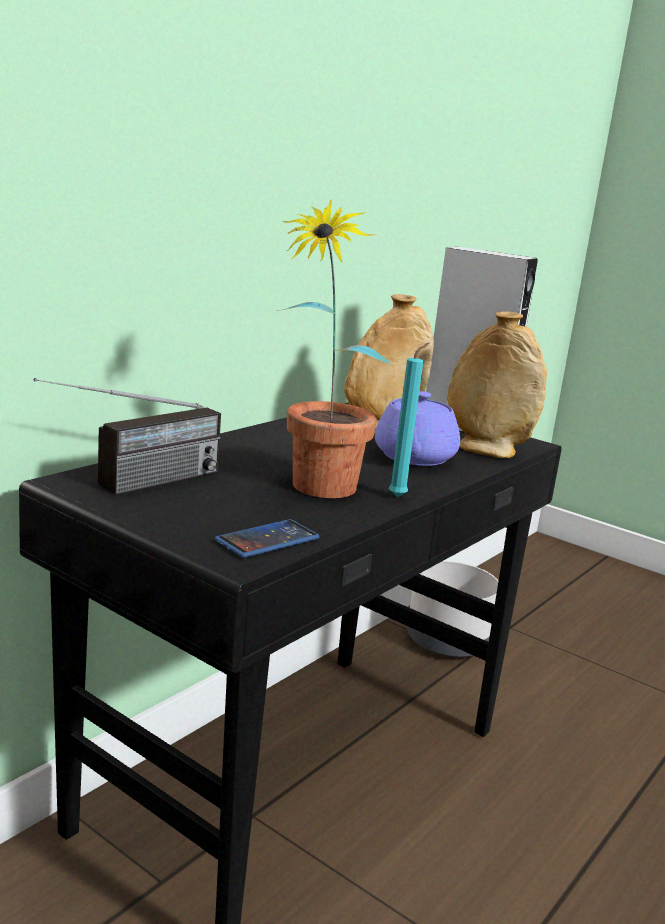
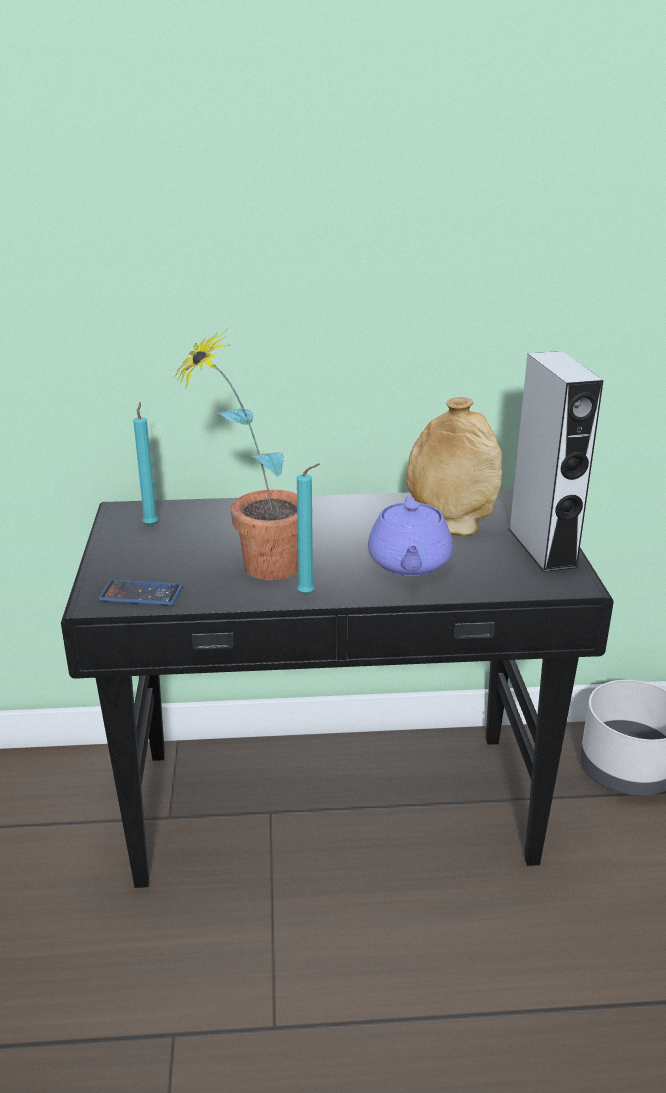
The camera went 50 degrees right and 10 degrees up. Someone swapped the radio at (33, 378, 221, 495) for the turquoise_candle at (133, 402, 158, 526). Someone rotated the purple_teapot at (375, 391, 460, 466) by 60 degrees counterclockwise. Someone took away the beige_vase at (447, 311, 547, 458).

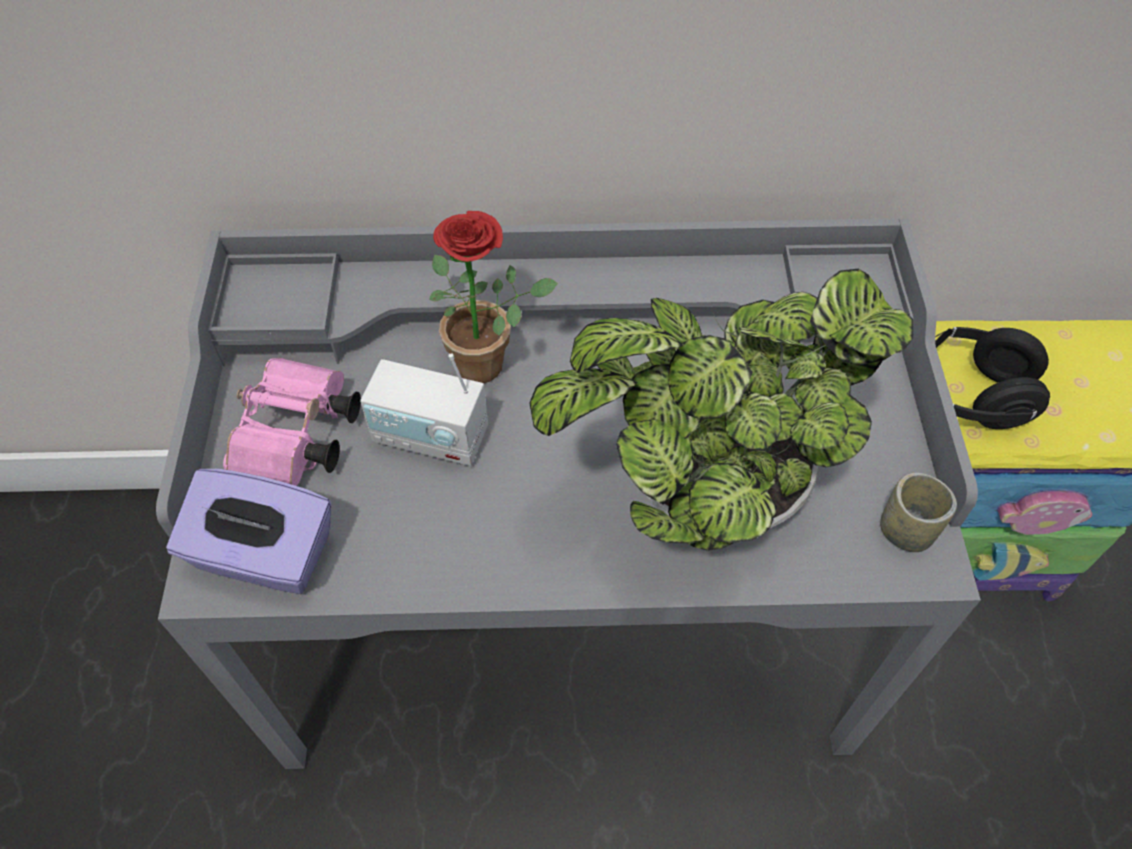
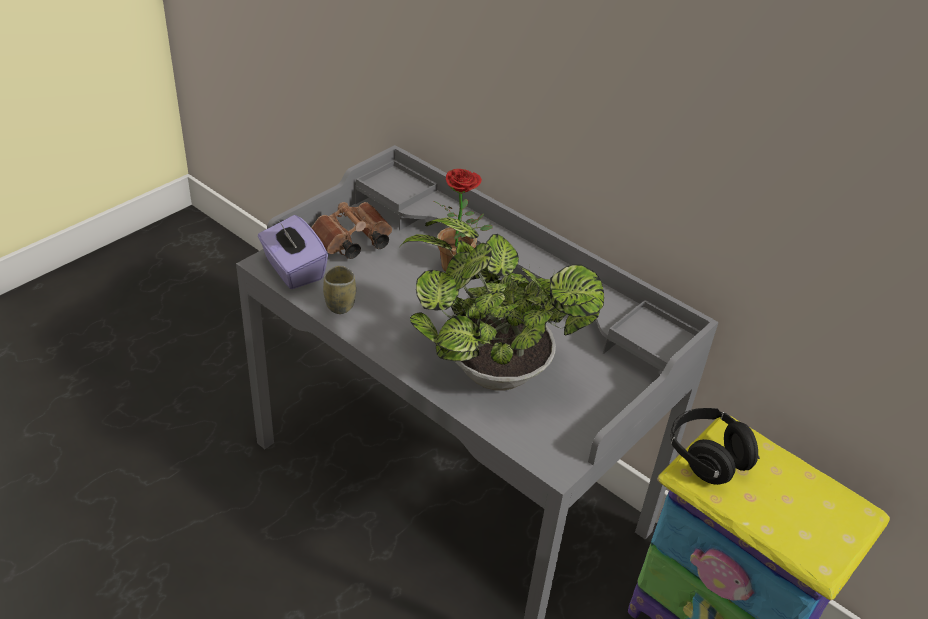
The camera went 40 degrees right and 15 degrees down. Someone repainted the pink_binoculars at (223, 358, 361, 486), which became the brown_binoculars at (311, 202, 392, 259). Someone took away the radio at (360, 353, 488, 466). Someone carried the cup from (880, 473, 957, 552) to (323, 266, 356, 314).

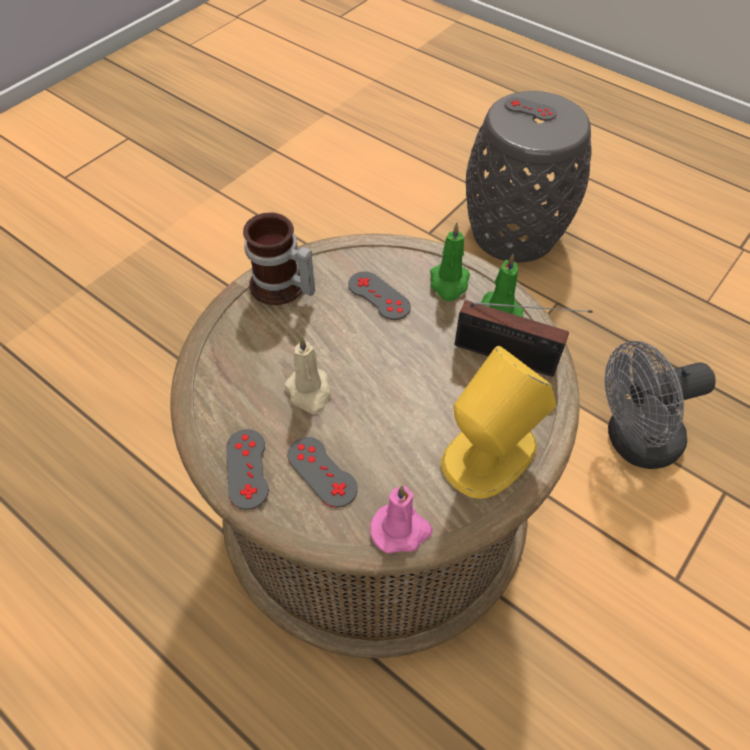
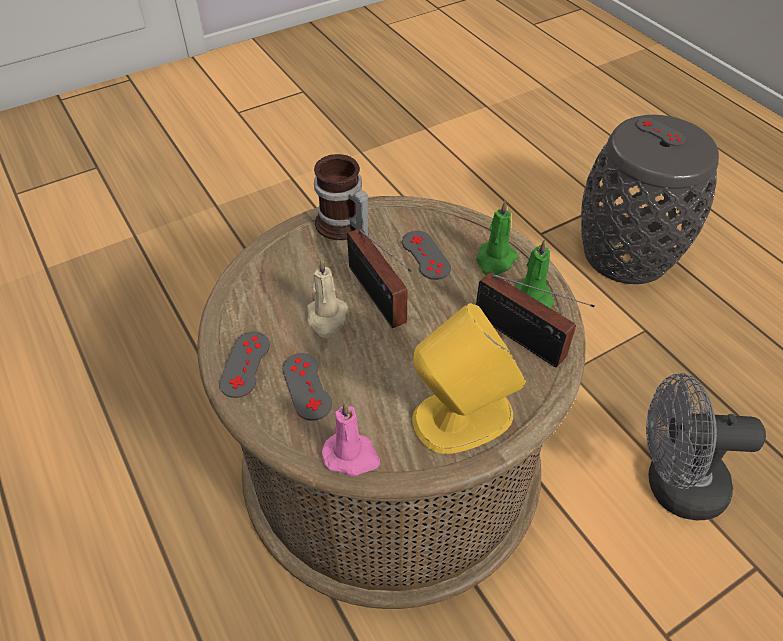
The camera went 20 degrees right and 5 degrees down. Someone put down the radio at (347, 228, 411, 328).

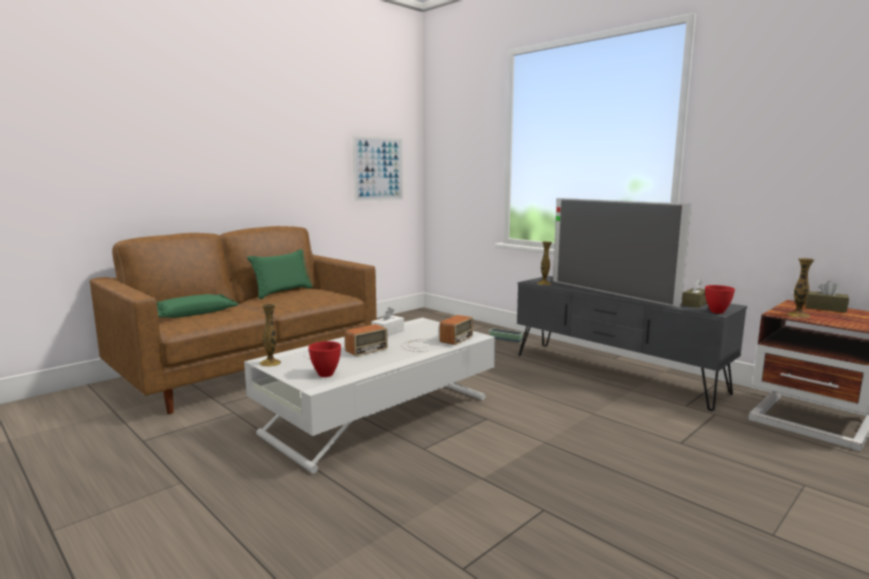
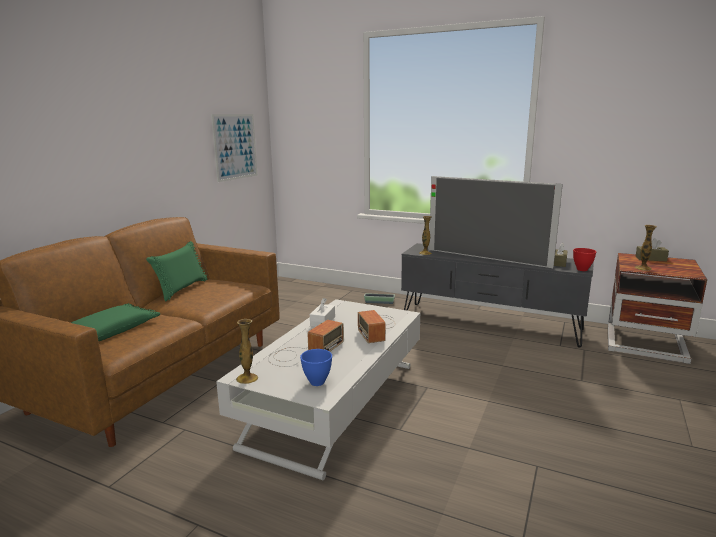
The camera went 20 degrees left and 5 degrees up. Someone repainted the red_bowl at (308, 341, 341, 377), which became the blue_bowl at (300, 349, 332, 386). Someone rotated the radio at (401, 315, 473, 352) by 150 degrees clockwise.

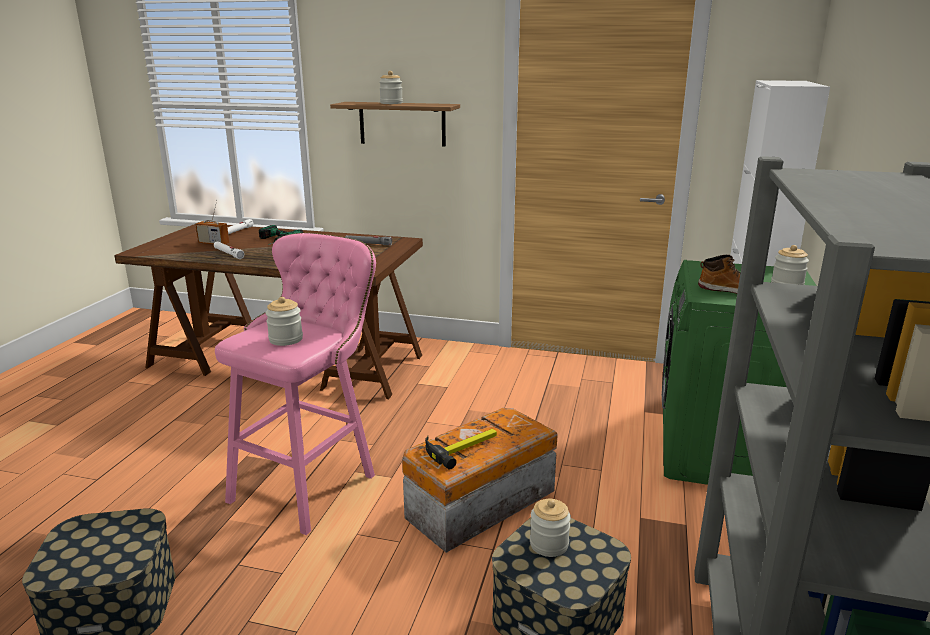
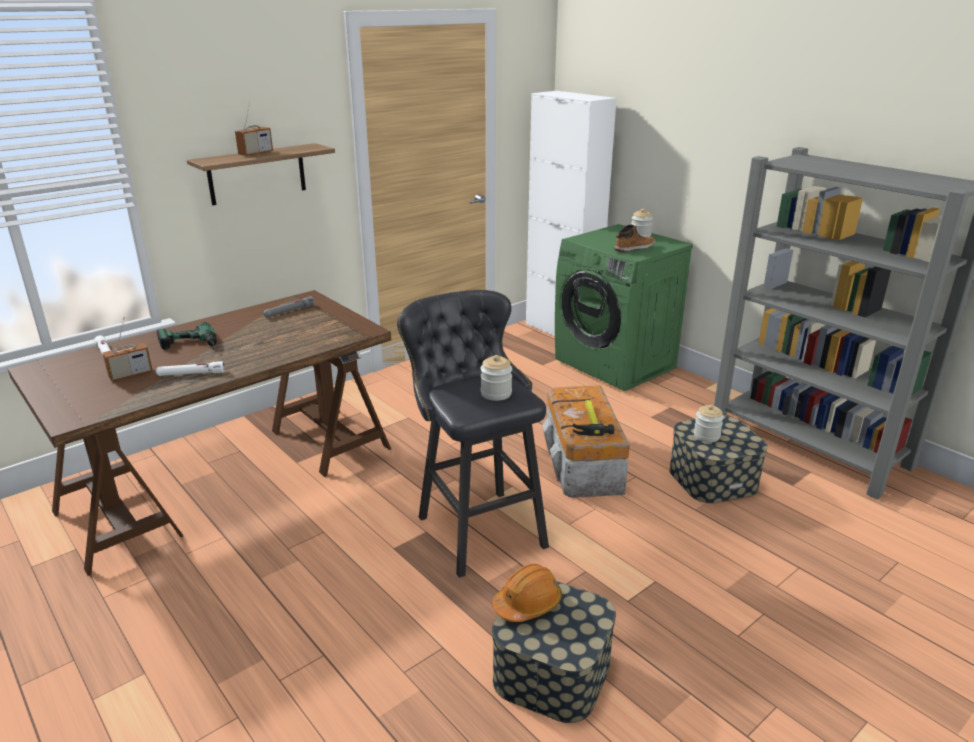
The camera went 55 degrees left and 5 degrees up. Someone repainted the pink_stool at (215, 233, 376, 535), which became the black_stool at (397, 289, 549, 578). Someone swapped the jar at (379, 71, 403, 104) for the radio at (235, 101, 273, 156). Someone put down the orange_hard_hat at (492, 564, 562, 622).

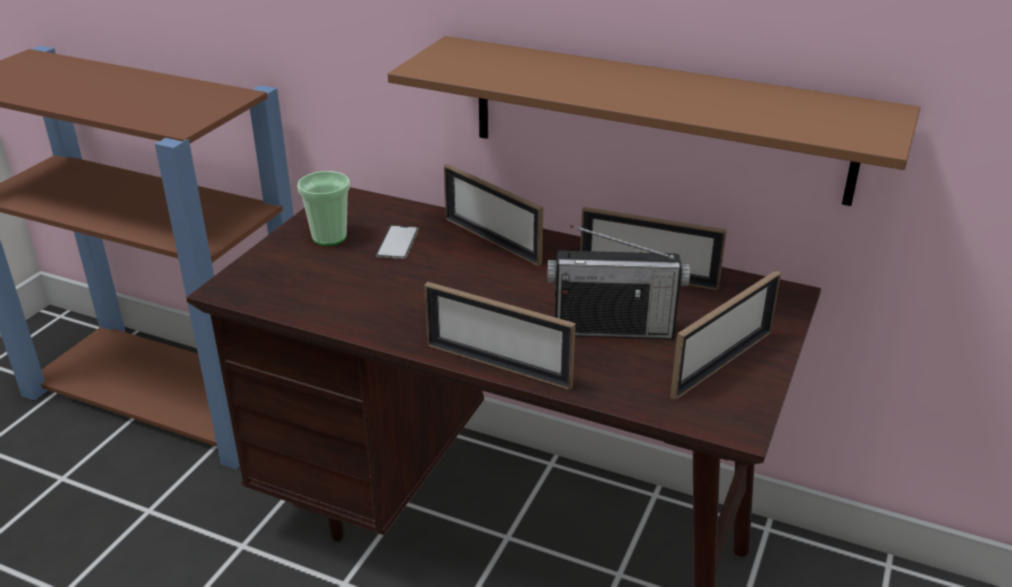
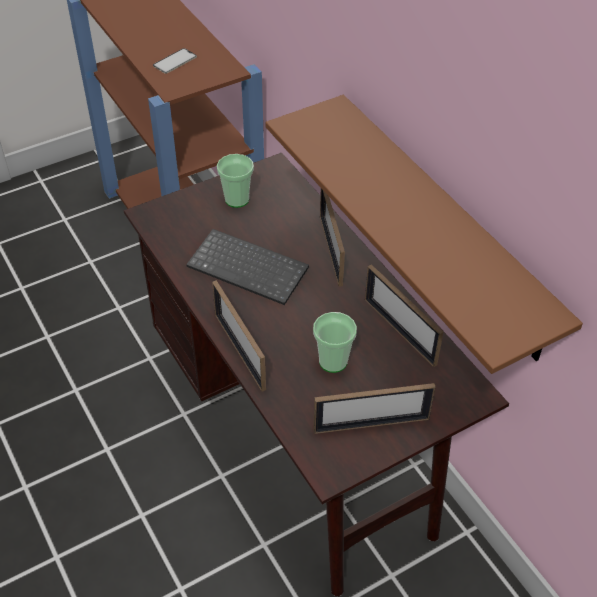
The camera went 35 degrees right and 15 degrees up. Someone carried the phone from (376, 225, 419, 259) to (153, 48, 197, 74). Someone swapped the radio at (547, 225, 690, 339) for the cup at (313, 312, 357, 373). Someone put down the keyboard at (186, 229, 309, 305).

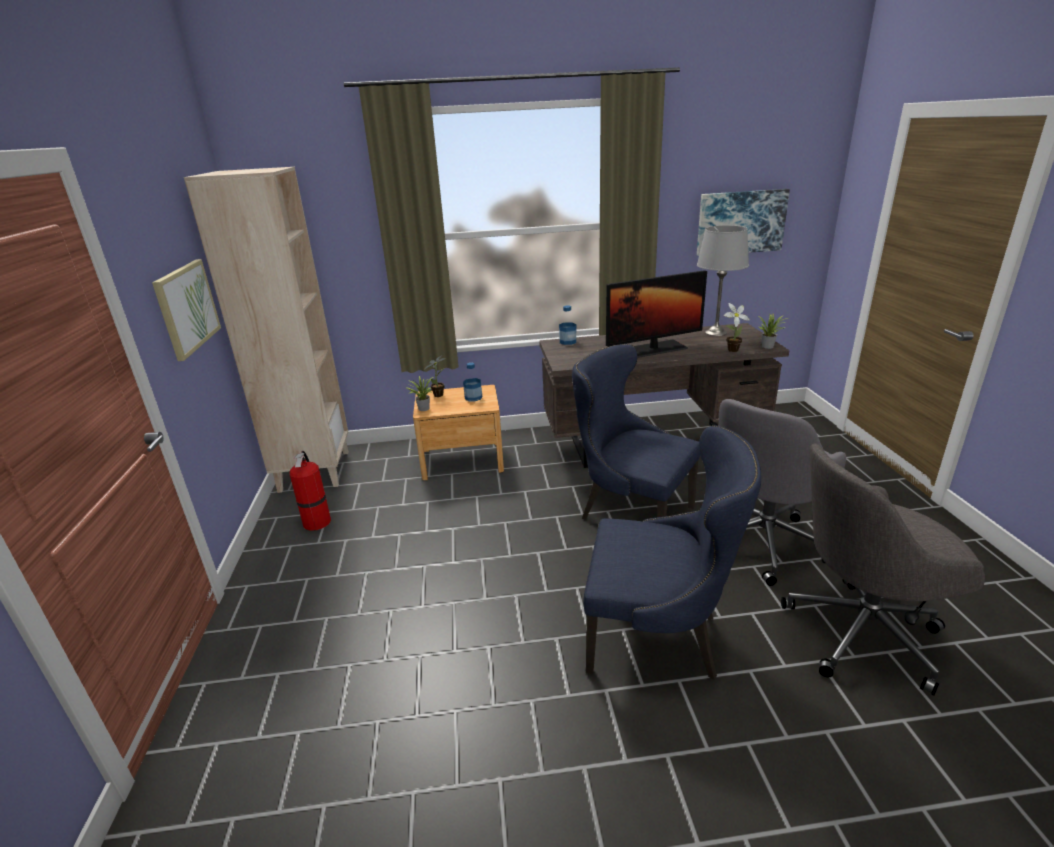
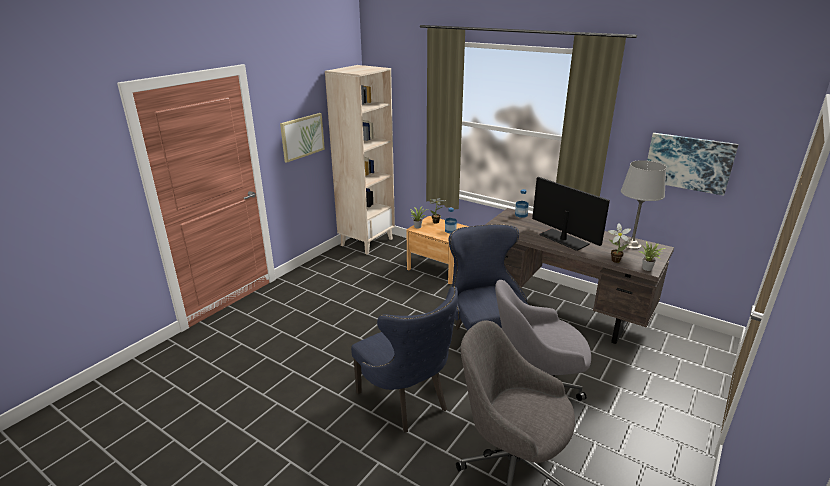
The camera went 40 degrees right and 0 degrees up. Someone took away the fire_extinguisher at (289, 451, 331, 531). Someone rotated the monitor at (606, 270, 707, 358) by 150 degrees counterclockwise.

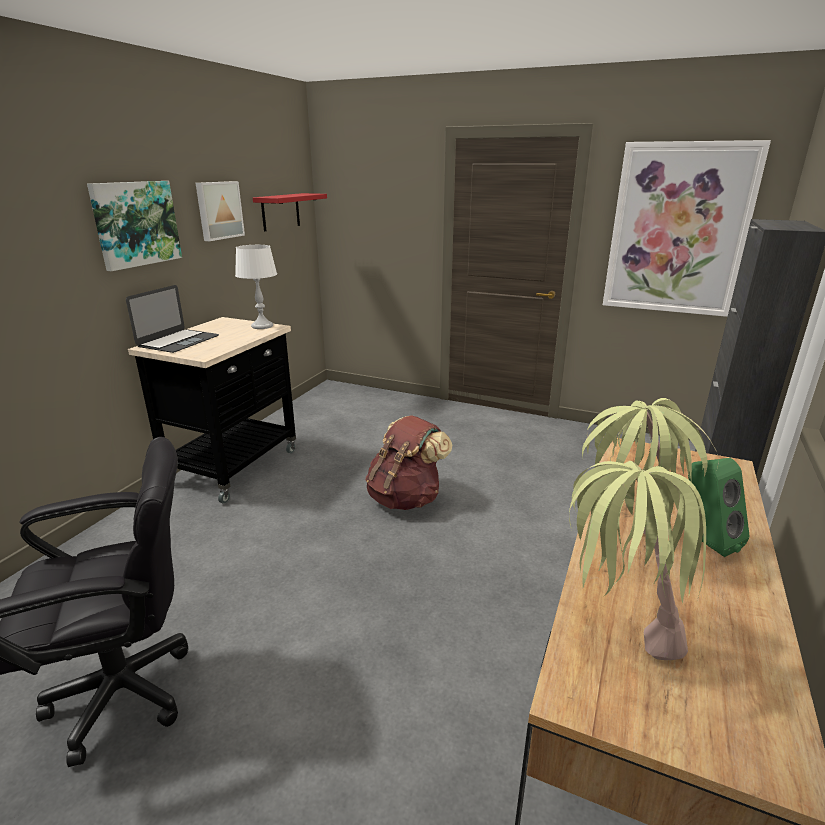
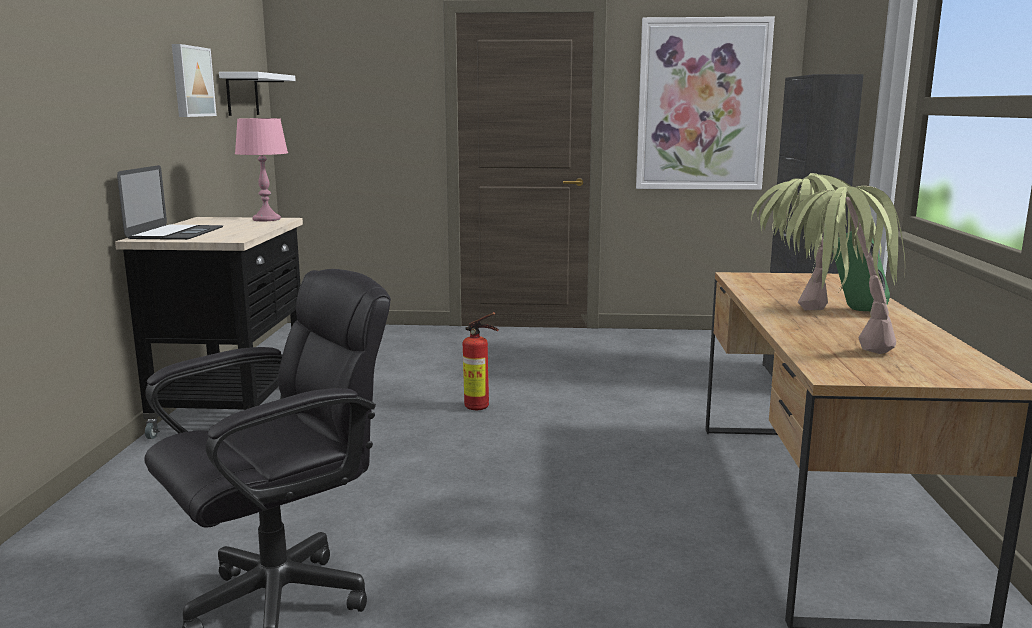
The camera went 20 degrees left and 10 degrees down. Someone took away the picture at (87, 181, 182, 271). Someone repainted the white_table_lamp at (235, 245, 277, 329), which became the pink_table_lamp at (235, 118, 288, 221). Someone repainted the red_shelf at (253, 193, 327, 231), which became the white_shelf at (219, 72, 296, 116). Someone swapped the brown_backpack at (365, 415, 452, 510) for the fire_extinguisher at (463, 312, 499, 410).

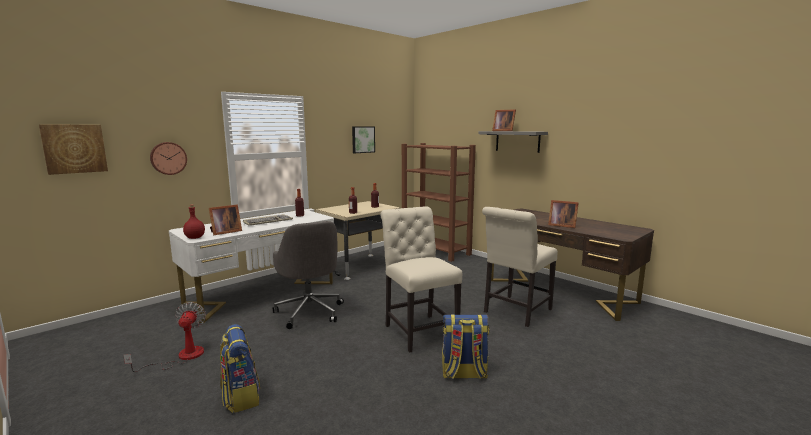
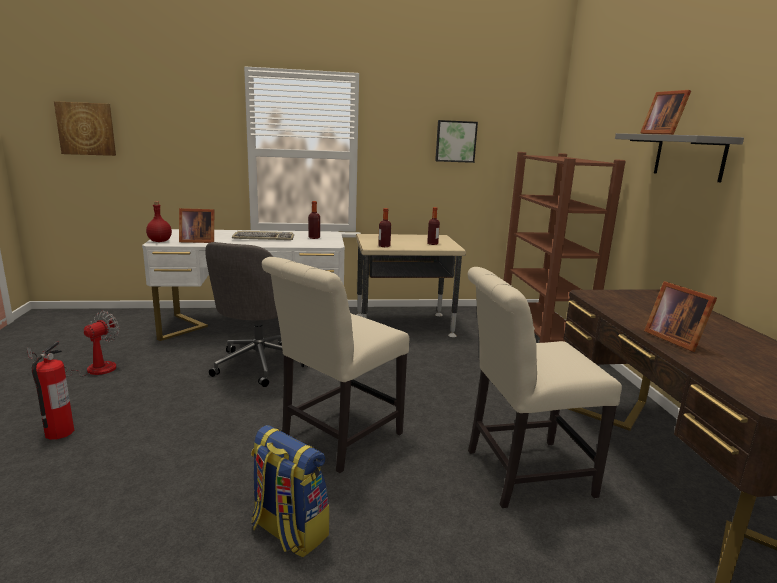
The camera went 35 degrees right and 5 degrees up. Someone took away the wall_clock at (150, 142, 187, 175). Someone swapped the backpack at (220, 324, 260, 413) for the fire_extinguisher at (31, 341, 74, 440). Someone rotated the beige_chair at (381, 206, 462, 353) by 150 degrees counterclockwise.

